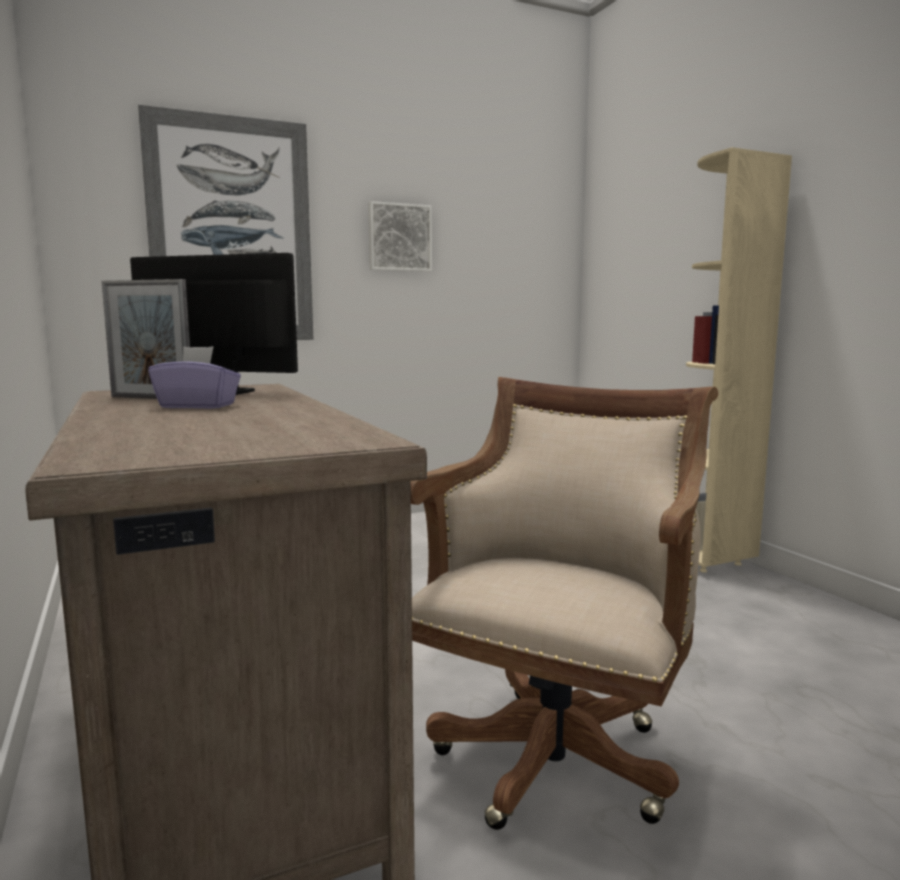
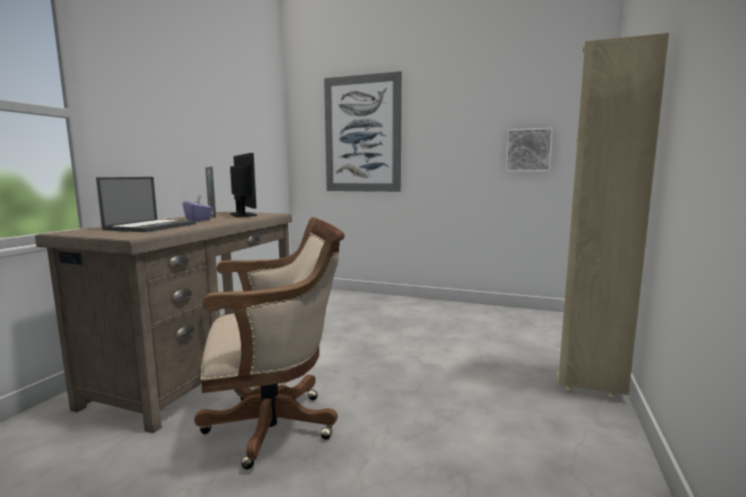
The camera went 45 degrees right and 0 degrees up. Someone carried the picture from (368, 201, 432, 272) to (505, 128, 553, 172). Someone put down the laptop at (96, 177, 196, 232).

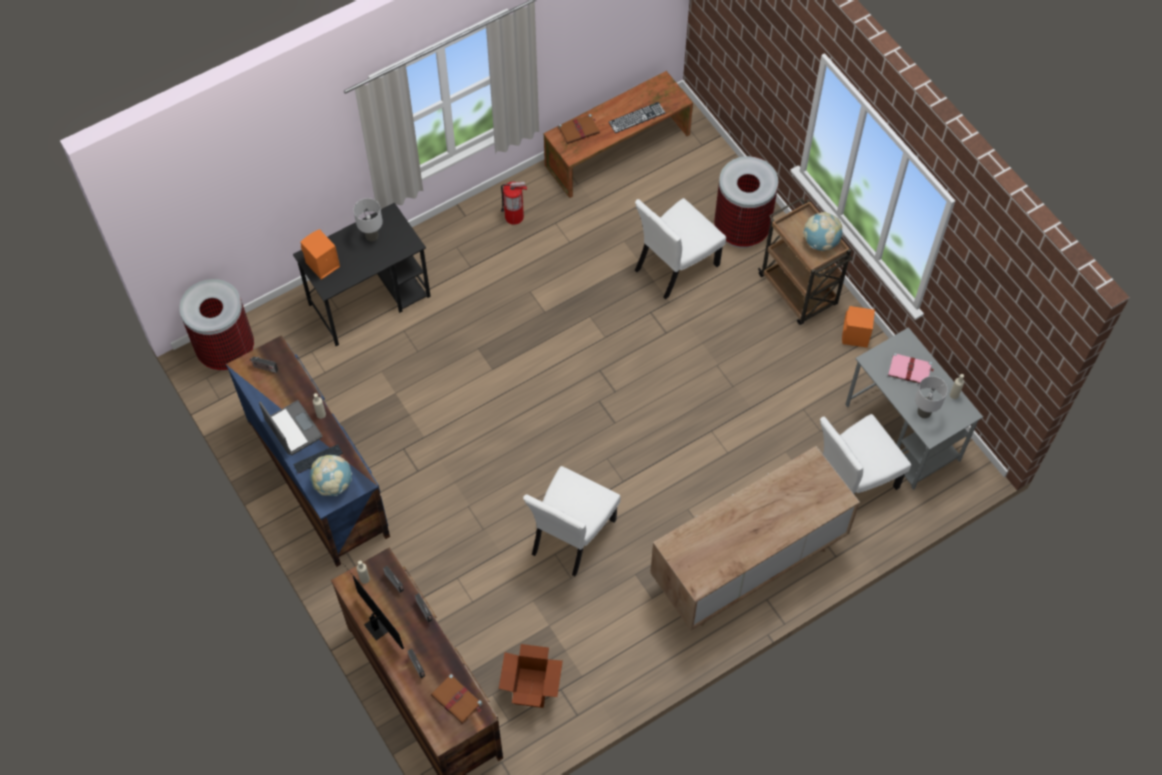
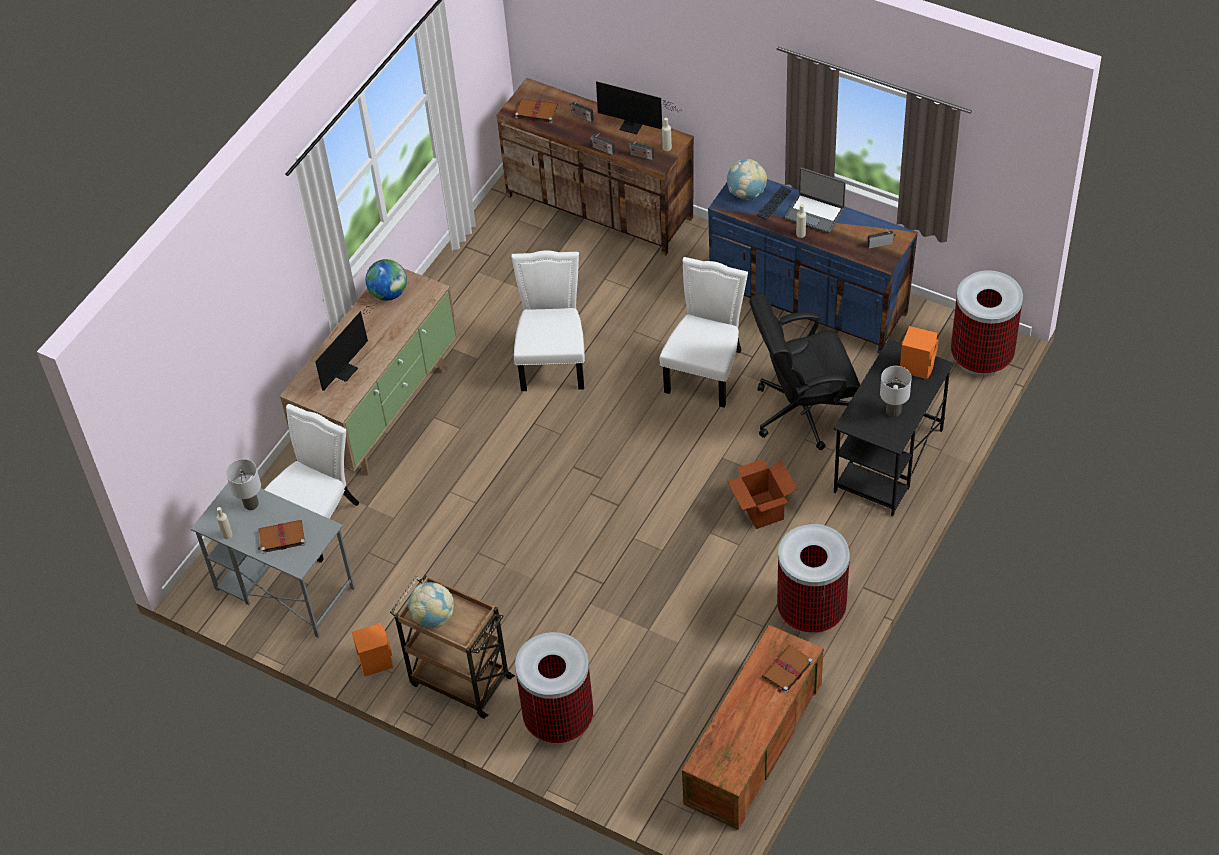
The camera went 155 degrees right and 10 degrees down. Someone carried the cardboard_box from (499, 644, 563, 708) to (727, 459, 797, 529). Someone swapped the fire_extinguisher at (501, 182, 527, 225) for the trash_can at (777, 524, 850, 634). Someone took away the keyboard at (609, 102, 666, 133). Someone carried the white_chair from (635, 198, 726, 299) to (659, 257, 748, 408). Someone repainted the pink_book at (888, 352, 934, 384), which became the brown_book at (258, 520, 306, 554). Someone put down the monitor at (315, 302, 377, 391). Someone put down the globe at (366, 259, 407, 301). Someone put down the black_office_chair at (749, 293, 860, 450).

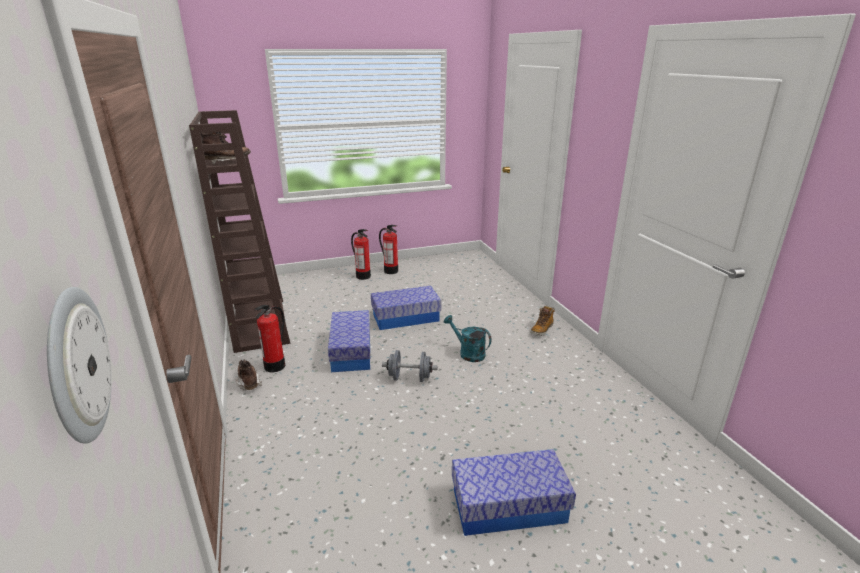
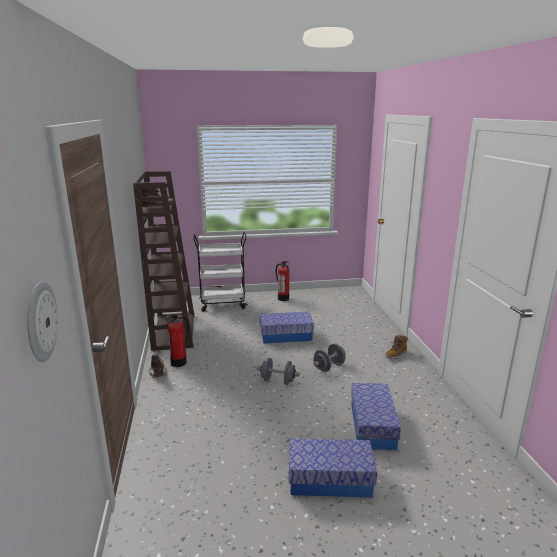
The camera went 10 degrees right and 5 degrees down. Someone carried the storage_box from (328, 310, 370, 372) to (351, 383, 401, 450). Someone took away the fire_extinguisher at (351, 229, 371, 280). Someone swapped the turquoise_watering_can at (444, 315, 491, 362) for the grey_dumbbell at (313, 343, 346, 372). Someone put down the white_cart at (193, 232, 248, 312).

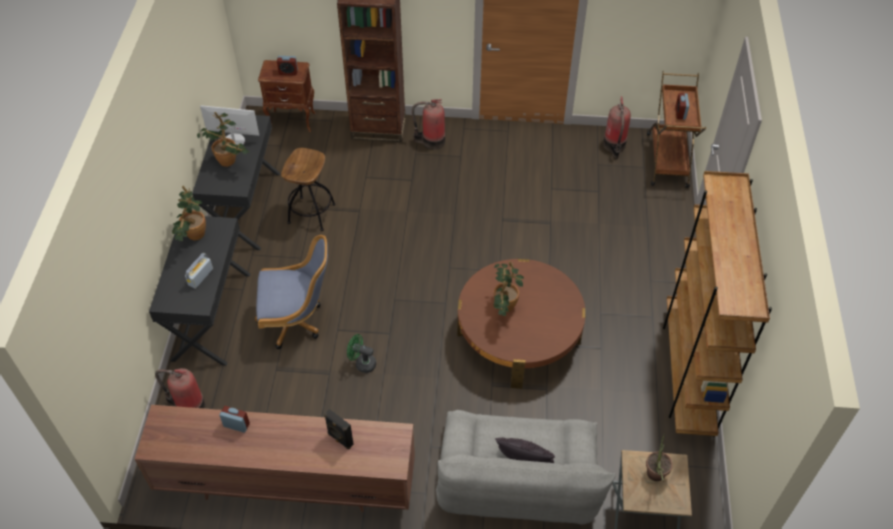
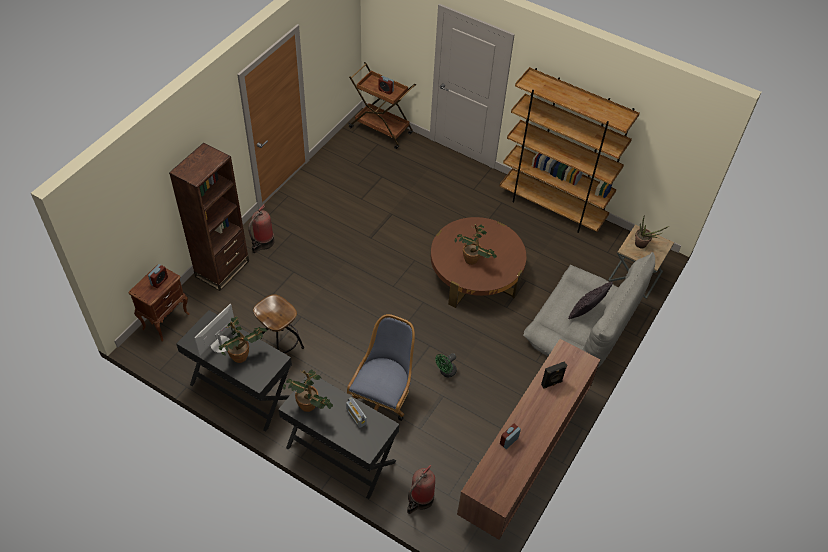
The camera went 65 degrees left and 0 degrees up. Someone took away the fire_extinguisher at (603, 96, 631, 159).

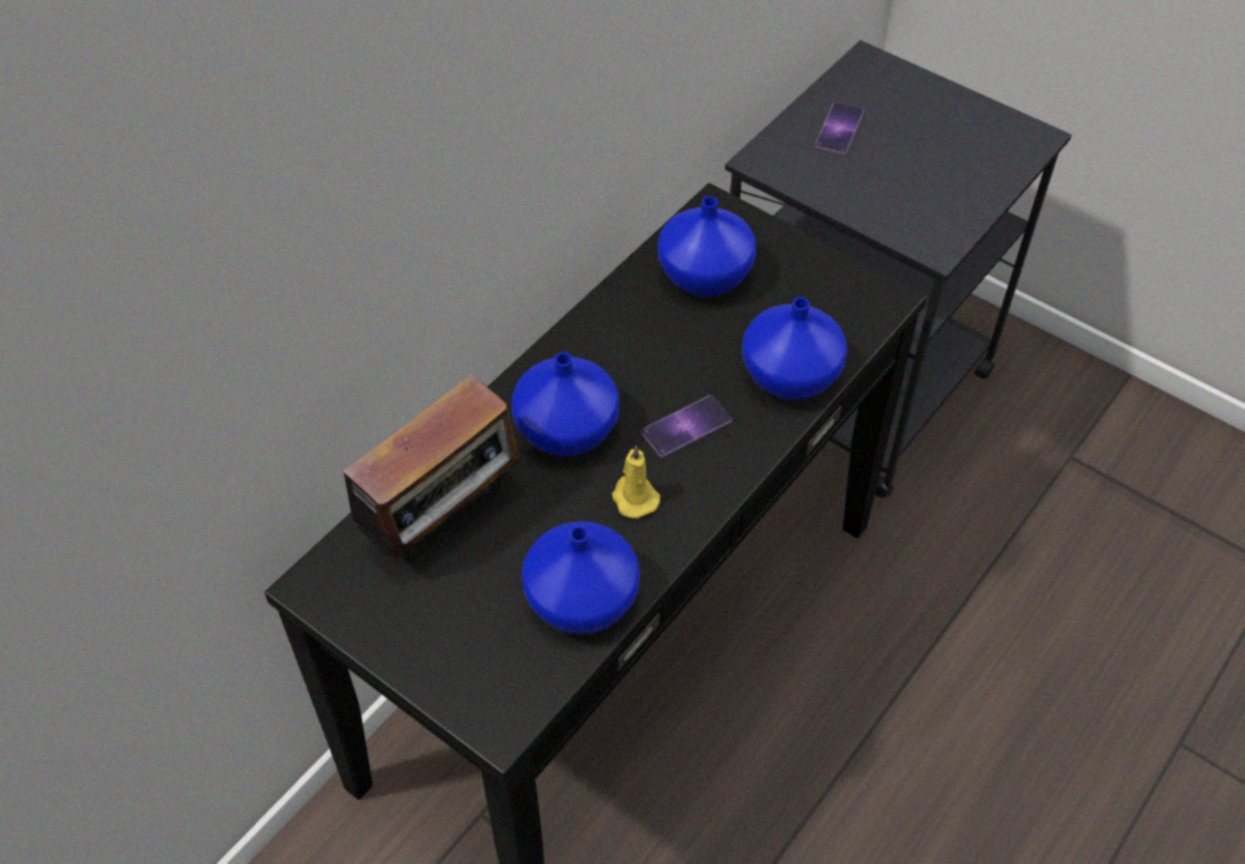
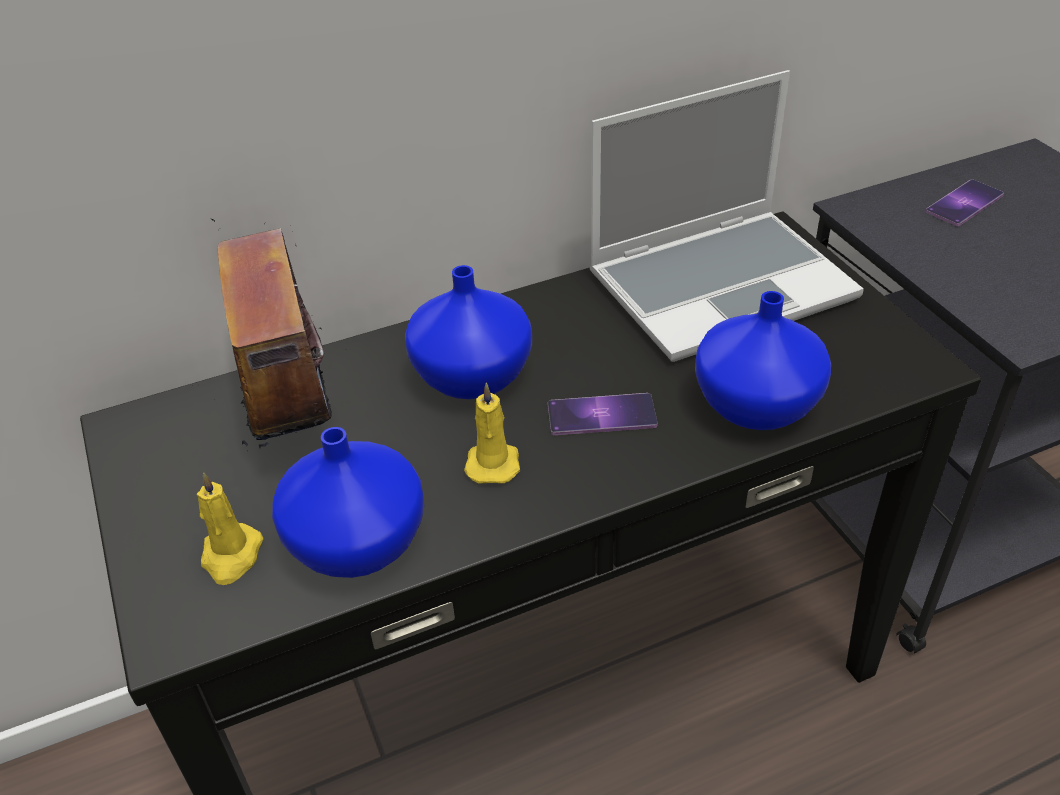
The camera went 30 degrees right and 10 degrees down. Someone rotated the radio at (326, 374, 532, 559) by 90 degrees clockwise. Someone swapped the blue_vase at (658, 196, 756, 296) for the laptop at (590, 70, 864, 362). Someone put down the yellow_candle at (197, 472, 263, 585).

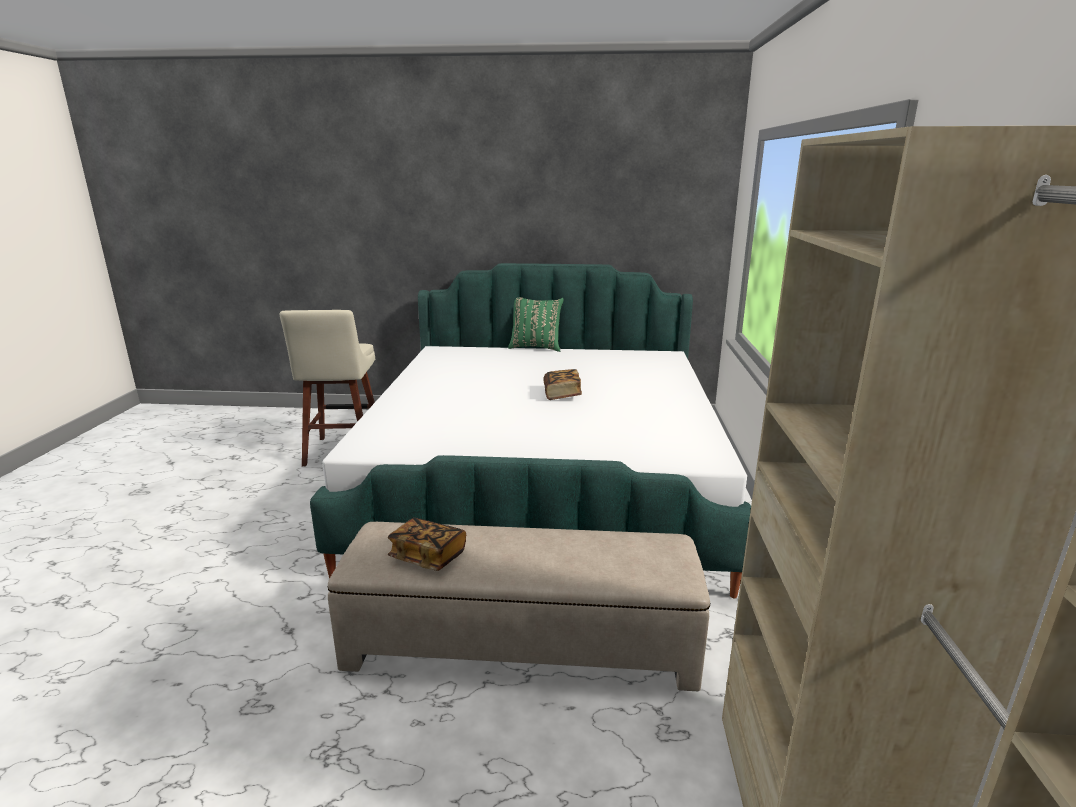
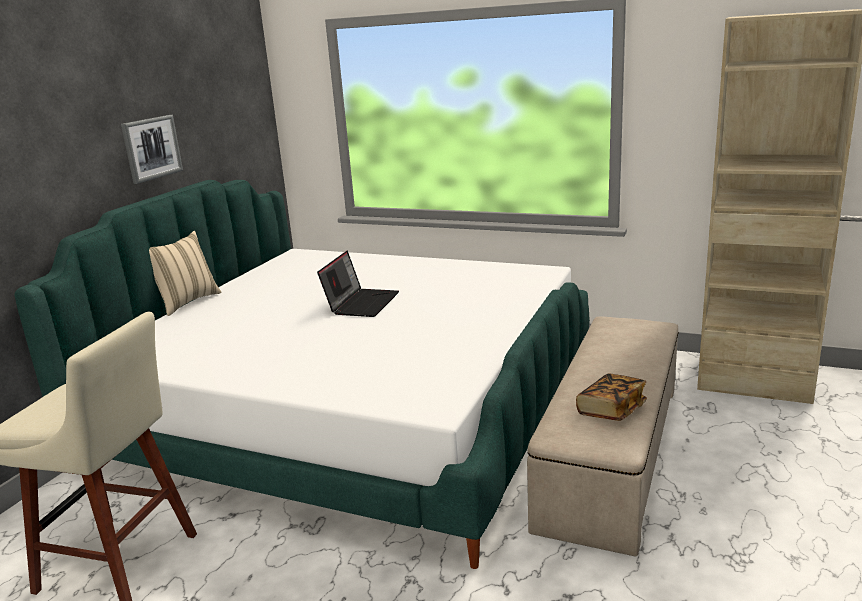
The camera went 70 degrees left and 0 degrees up. Someone repainted the green_pillow at (508, 297, 564, 352), which became the beige_pillow at (149, 231, 222, 316). Someone swapped the book at (543, 369, 582, 400) for the laptop at (317, 251, 399, 317). Someone put up the picture at (121, 115, 183, 184).

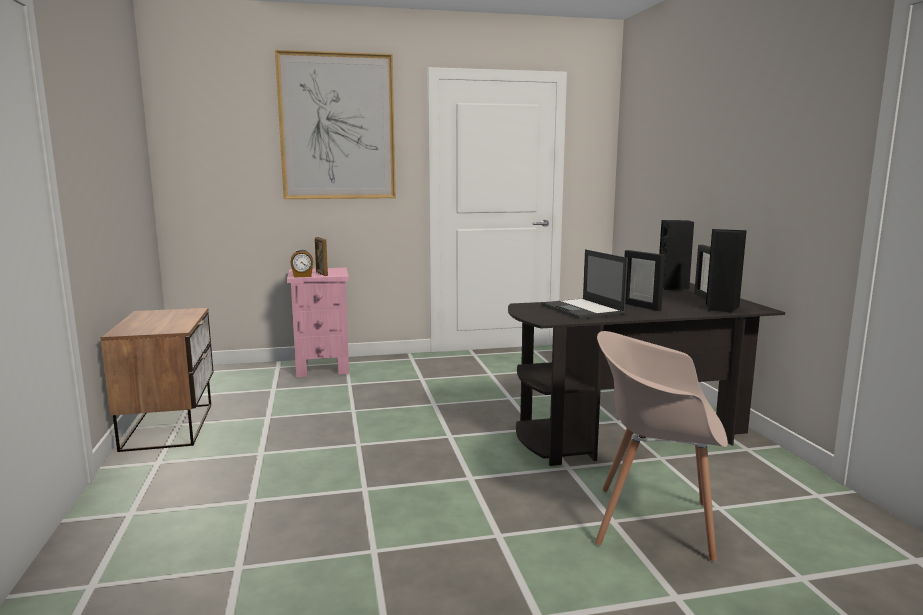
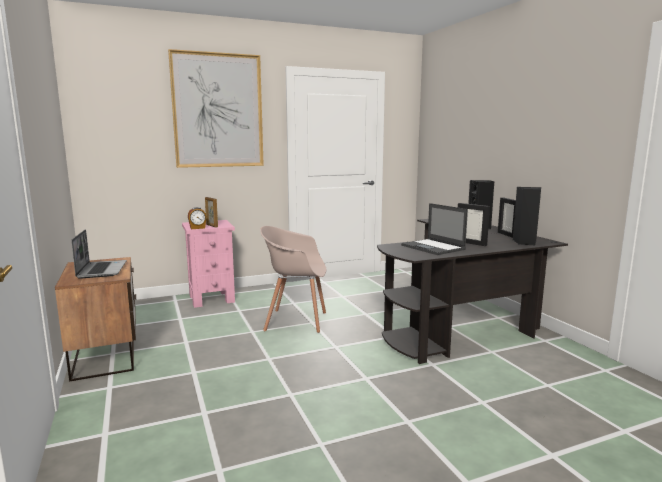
The camera went 10 degrees left and 0 degrees up. Someone carried the beige_chair from (595, 331, 728, 561) to (260, 226, 327, 333). Someone put down the laptop at (71, 229, 127, 279).

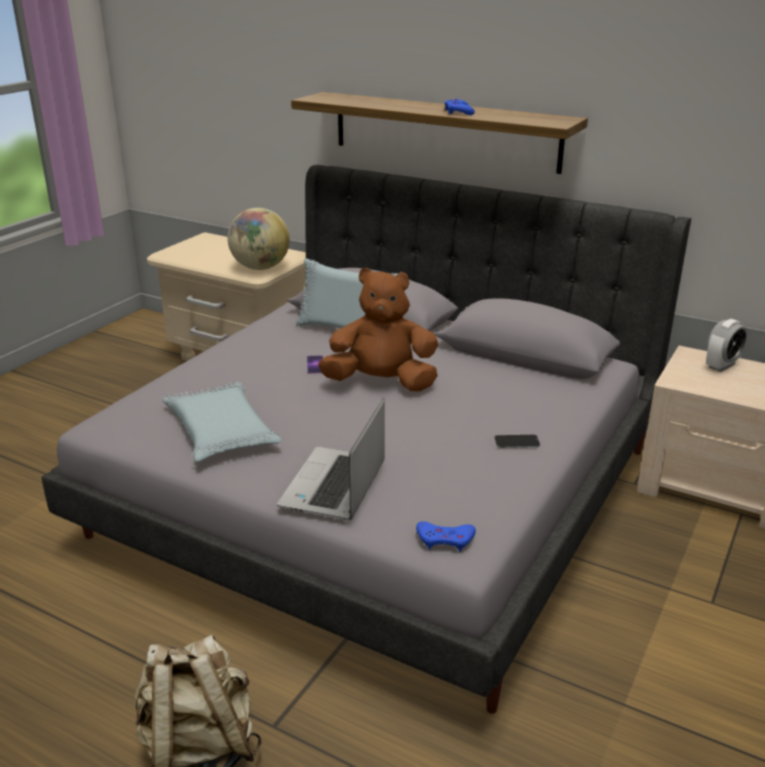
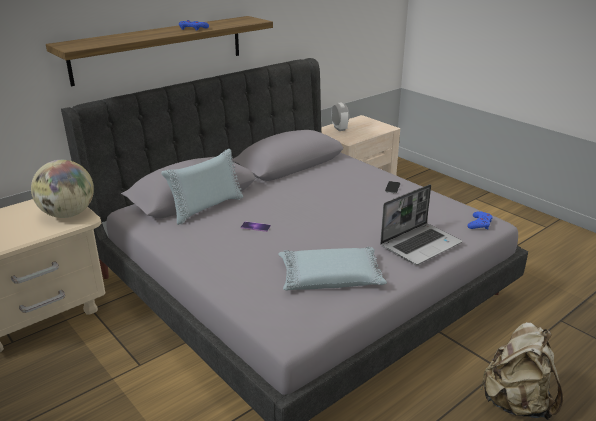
The camera went 70 degrees left and 0 degrees up. Someone rotated the laptop at (277, 398, 385, 521) by 75 degrees counterclockwise. Someone took away the brown_plush_toy at (318, 268, 438, 392).

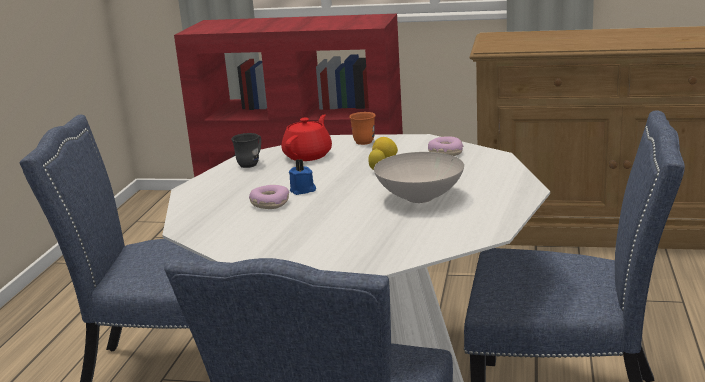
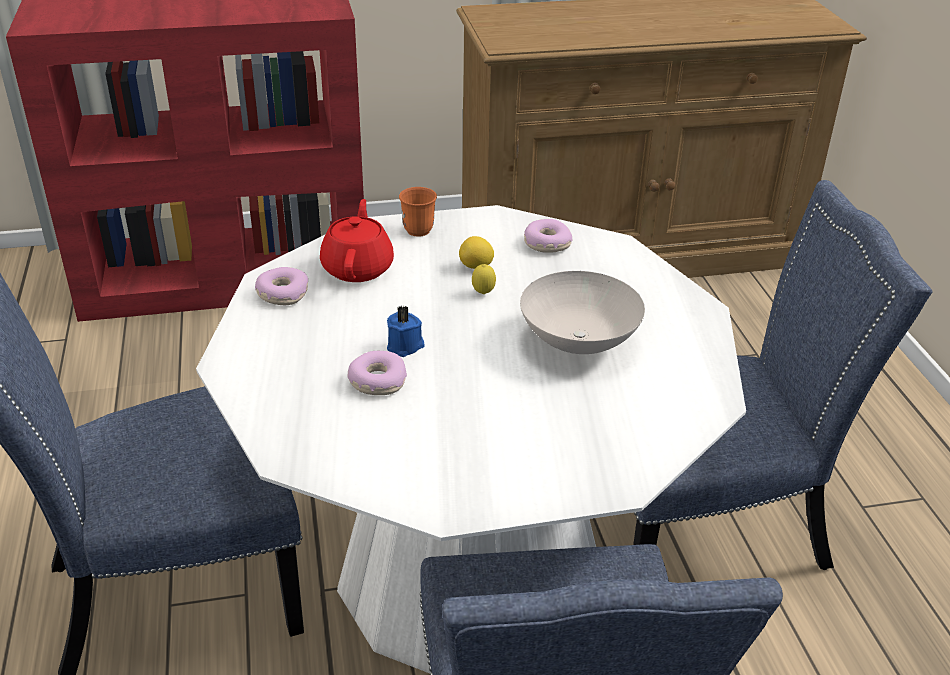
The camera went 25 degrees left and 15 degrees up. Someone swapped the grey_mug at (231, 133, 261, 168) for the donut at (255, 267, 308, 305).

